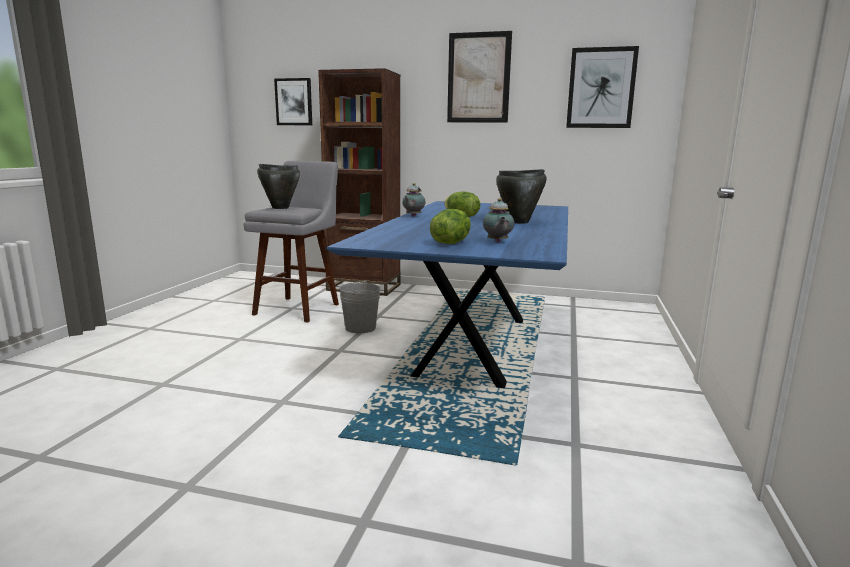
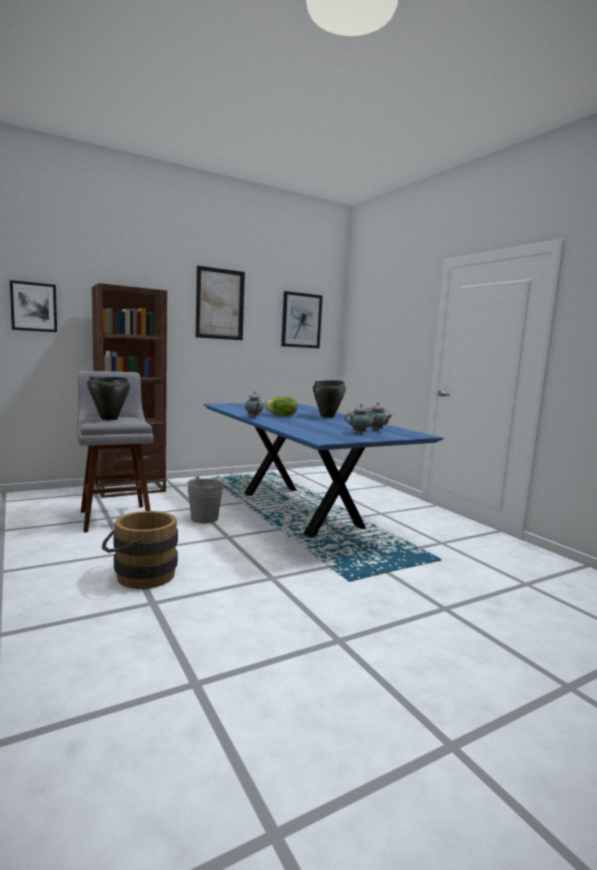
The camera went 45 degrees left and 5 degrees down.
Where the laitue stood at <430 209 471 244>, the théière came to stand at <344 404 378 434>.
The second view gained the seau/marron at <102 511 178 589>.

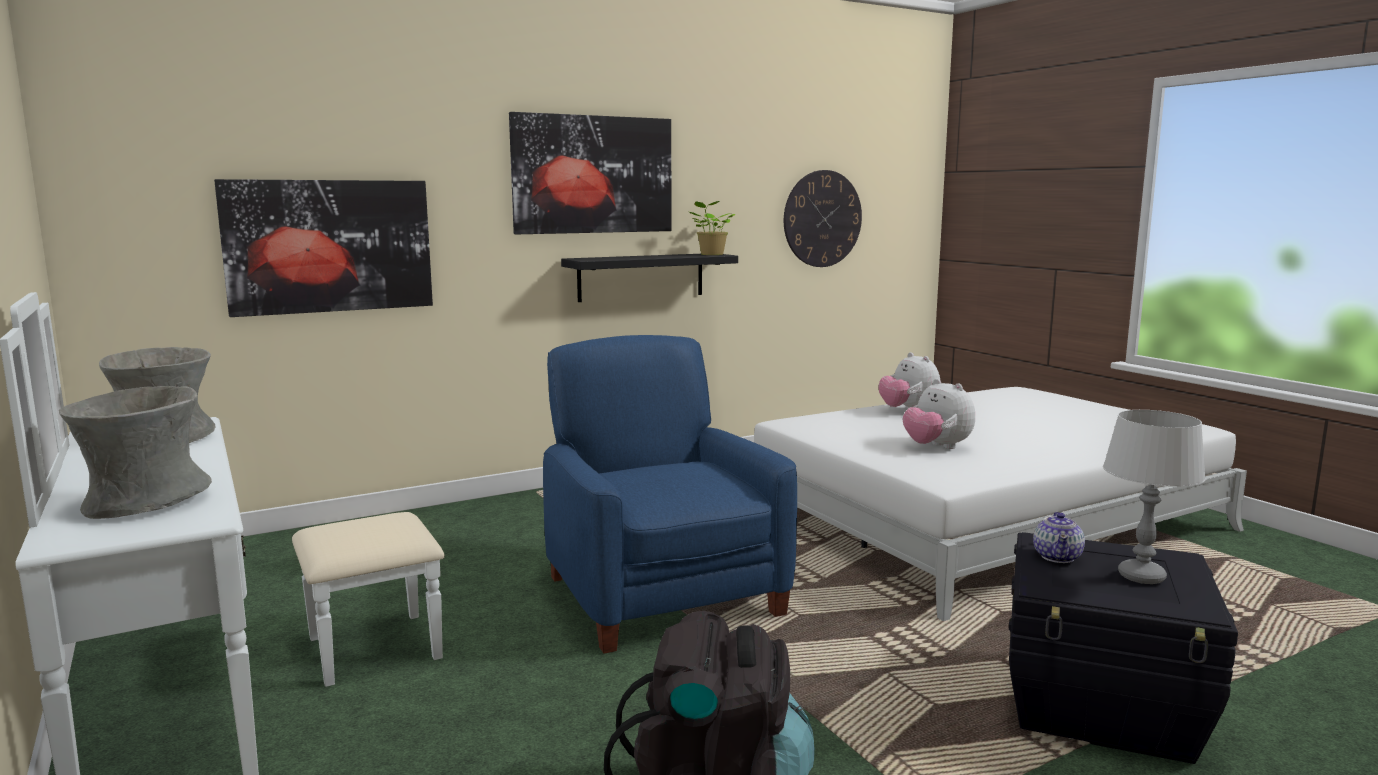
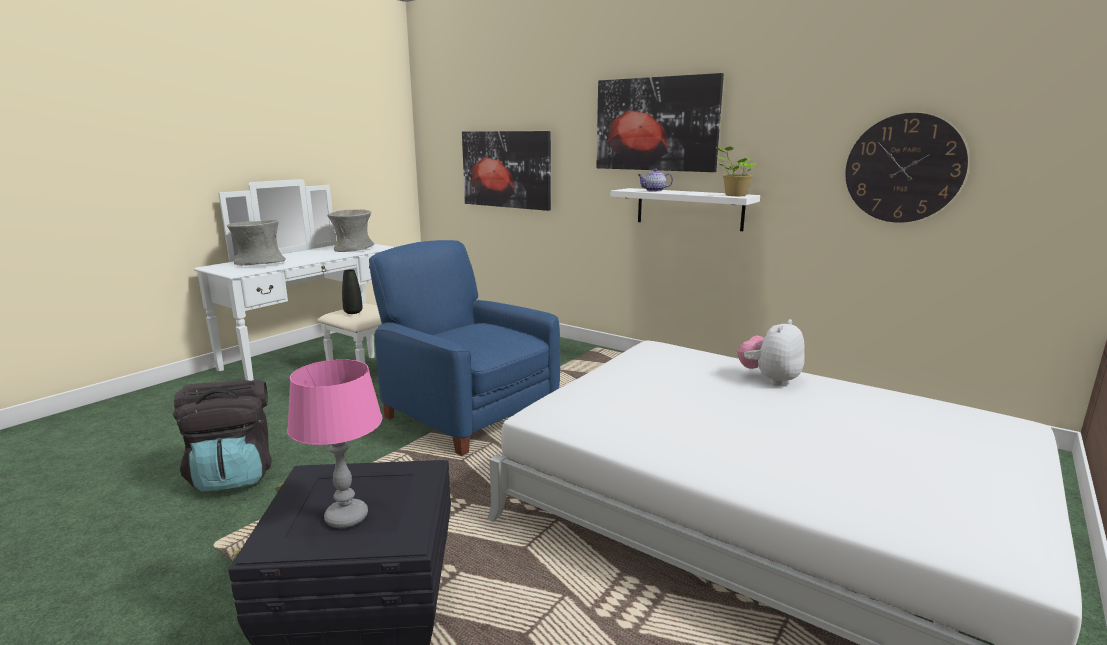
The camera went 65 degrees right and 5 degrees up.
What was the étagère/noir at <561 254 738 302> turned into the étagère/blanc at <611 188 760 231>.
The fauteuil/bleu at <543 335 797 654> ended up facing another way, 90 degrees counterclockwise from before.
The second view lost the peluche at <903 379 975 449>.
What was the lampe de table/gris at <1103 410 1206 584> turned into the lampe de table/rose at <287 359 382 528>.
The théière ended up elsewhere, having gone from <1033 512 1085 563> to <637 169 673 192>.
The second view gained the vase/noir at <342 269 363 314>.

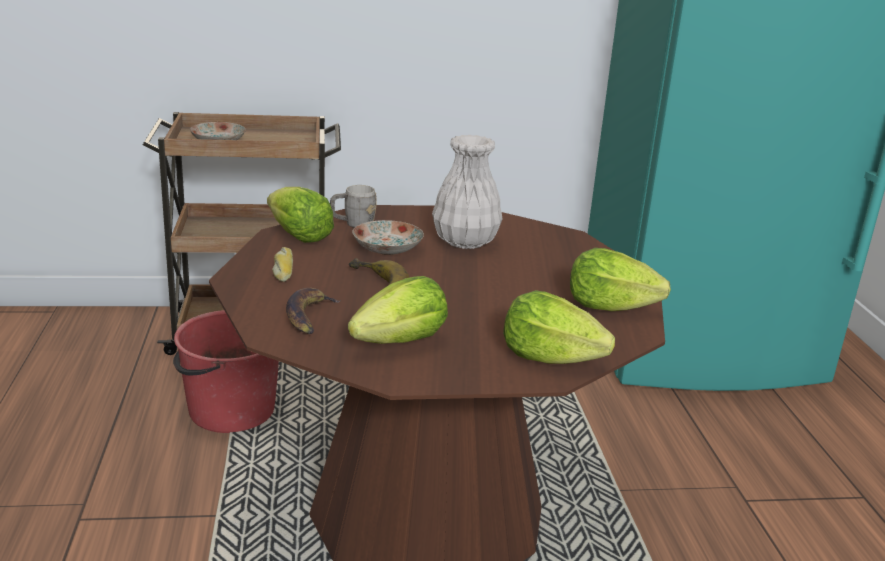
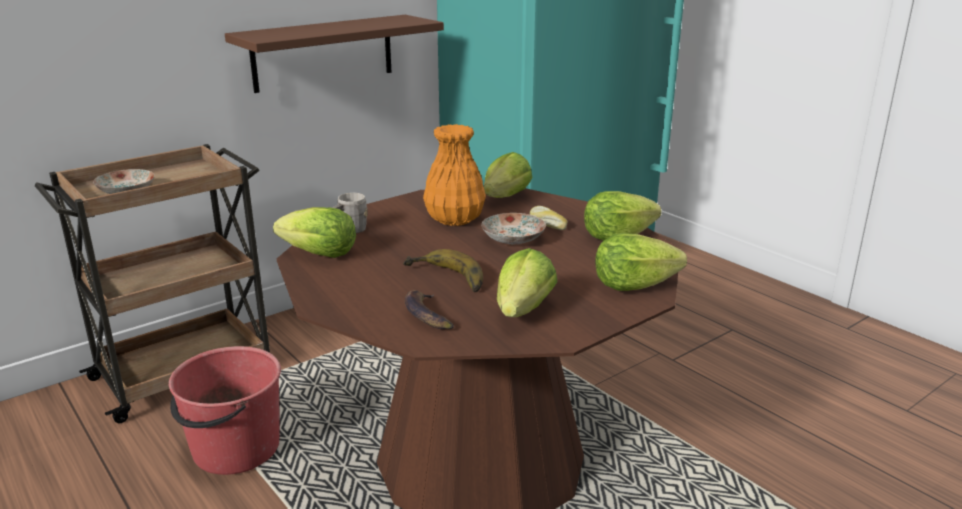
The camera went 30 degrees left and 0 degrees up.
What was the vase/blanc at <432 135 502 249> turned into the vase/orange at <423 124 486 226>.
The assiette ended up elsewhere, having gone from <352 220 424 255> to <481 213 546 245>.
The pain ended up elsewhere, having gone from <272 247 293 282> to <530 206 568 230>.
The second view gained the étagère/marron at <225 15 444 93>.
The second view gained the laitue at <483 152 532 198>.

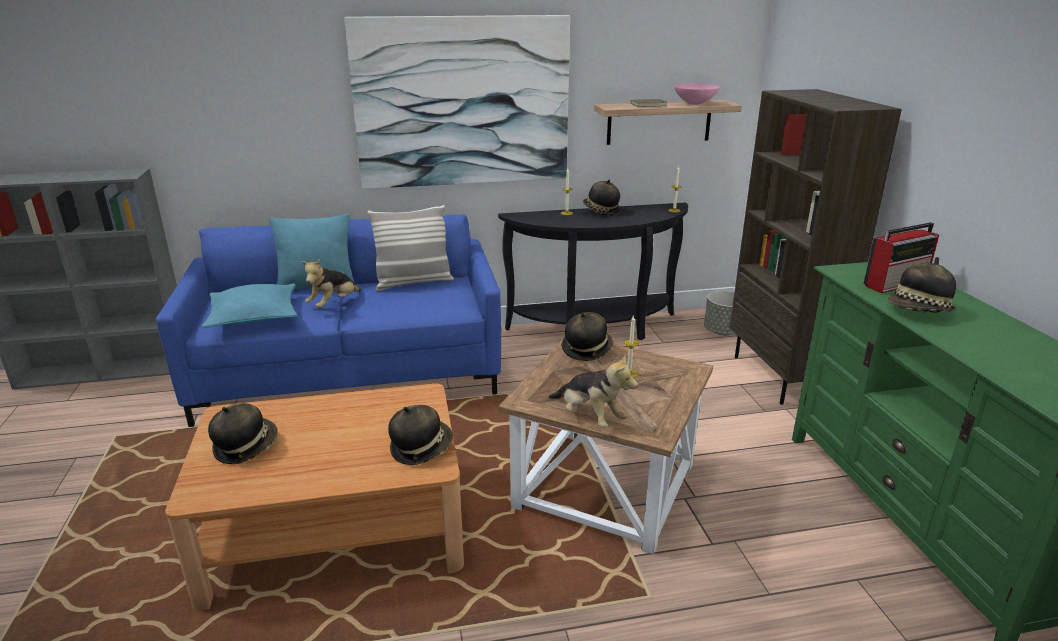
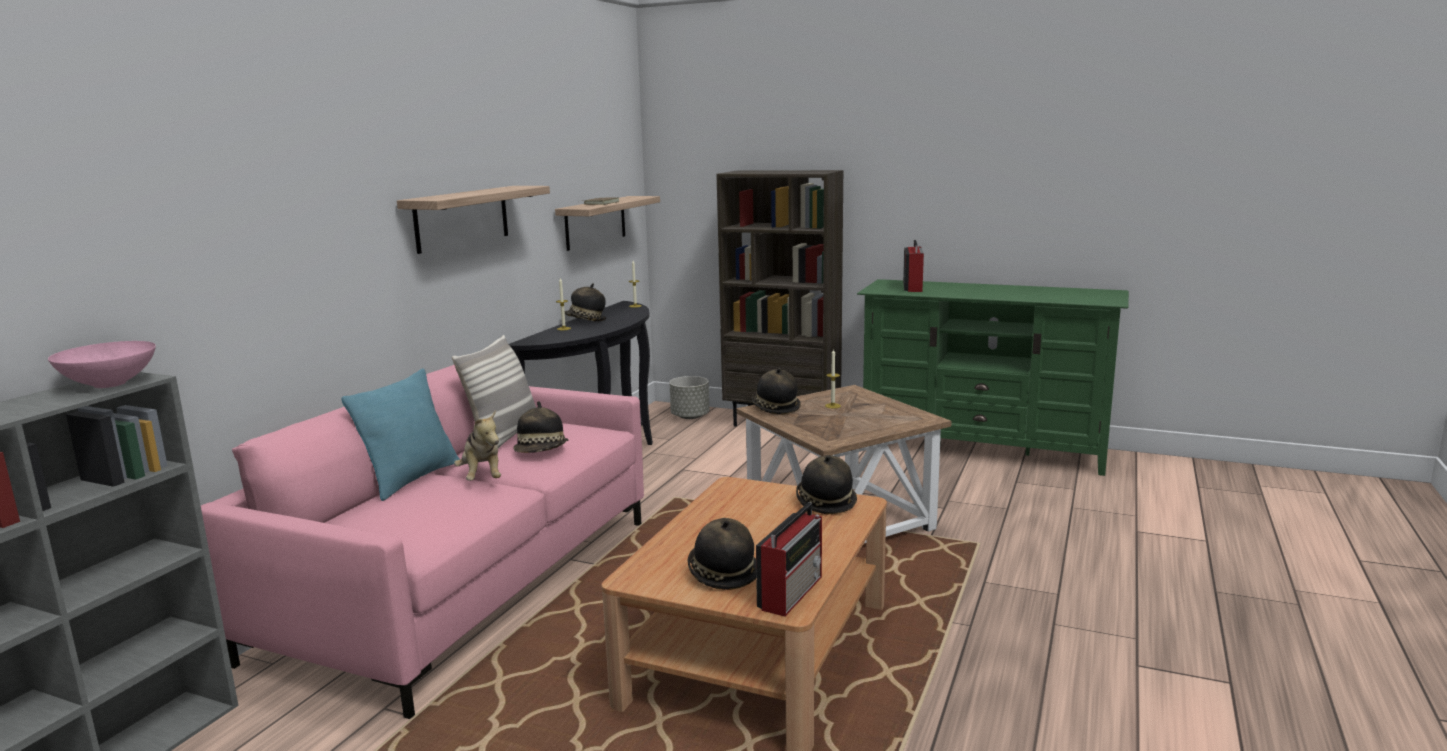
The camera went 55 degrees left and 10 degrees down.
Where the tableau hung at <344 15 570 189>, the étagère came to hang at <397 186 550 254>.
The bol/rose ended up elsewhere, having gone from <674 83 720 105> to <48 341 156 388>.
What was the canapé/bleu at <156 214 501 427> turned into the canapé/rose at <201 365 644 719>.
The chapeau ended up elsewhere, having gone from <888 257 956 313> to <513 401 568 453>.
The second view lost the coussin/turquoise at <202 283 298 328>.
The second view lost the peluche at <549 353 638 427>.
The second view gained the radio at <756 502 822 617>.

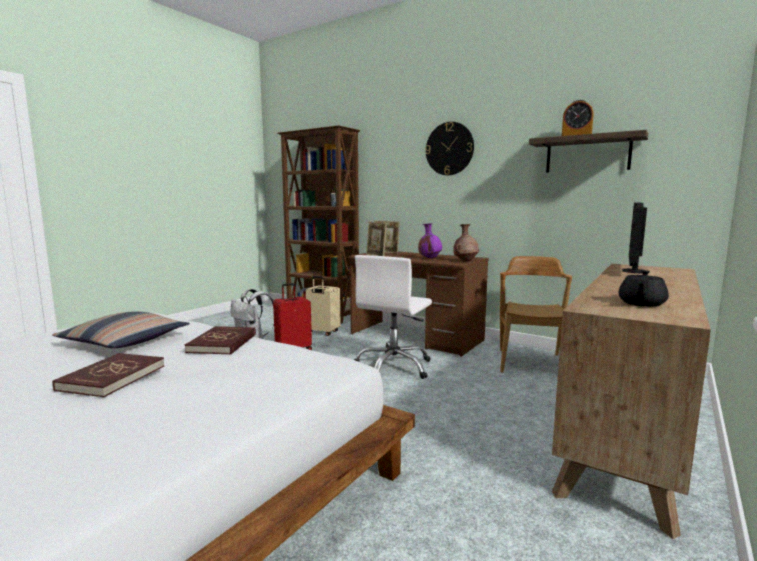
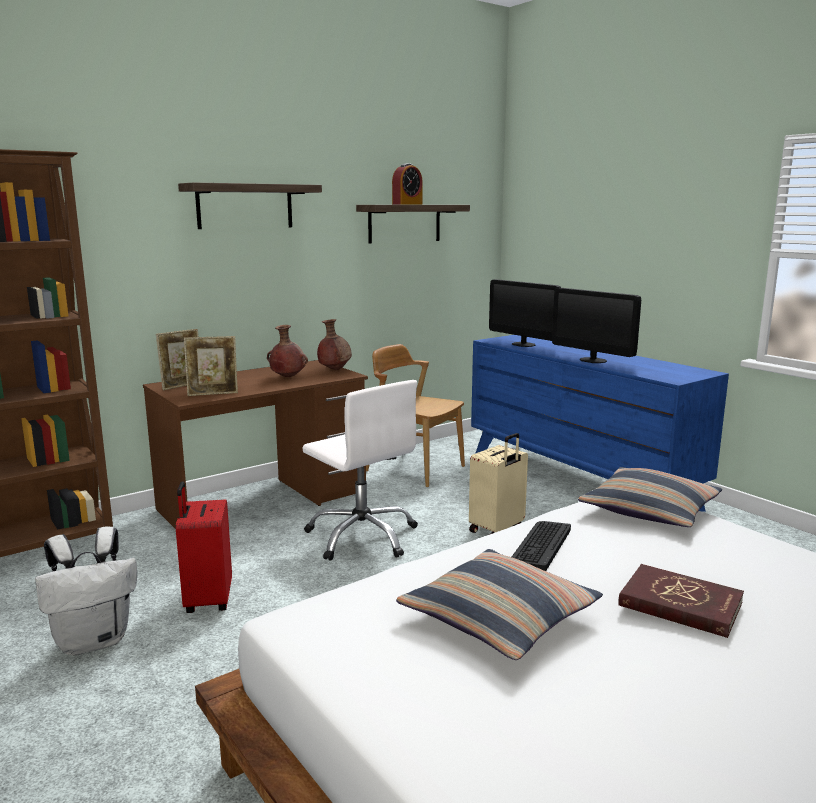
The camera went 70 degrees left and 5 degrees up.
Where the horloge murale hung at <425 122 474 175>, the étagère came to hang at <178 183 322 229>.
What was the vase/violet at <418 223 442 259> turned into the vase/marron at <267 325 308 377>.
What was the commode/marron at <552 264 711 539> turned into the commode/bleu at <471 335 729 512>.
The second view lost the théière/noir at <619 270 669 307>.
The valise/beige ended up elsewhere, having gone from <306 276 341 336> to <469 433 528 534>.
Where the livre/rouge stood at <185 326 256 355>, the clavier came to stand at <512 521 571 571>.
The second view gained the écran d'ordinateur at <552 288 641 363>.
The second view gained the coussin at <578 467 722 527>.

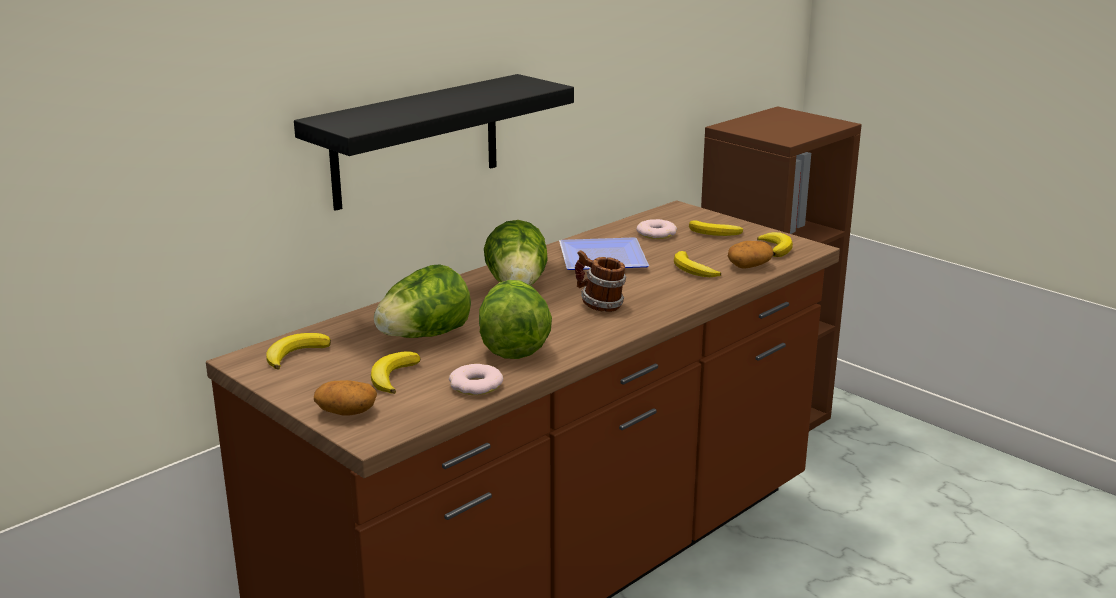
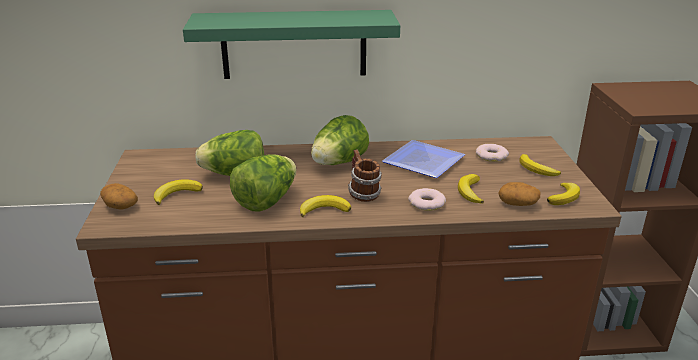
The camera went 40 degrees right and 5 degrees up.
What was the étagère/noir at <294 74 574 211> turned into the étagère/vert at <183 10 400 79>.
The banane ended up elsewhere, having gone from <266 333 331 370> to <300 195 351 217>.
The beignet ended up elsewhere, having gone from <449 364 503 395> to <408 188 446 211>.

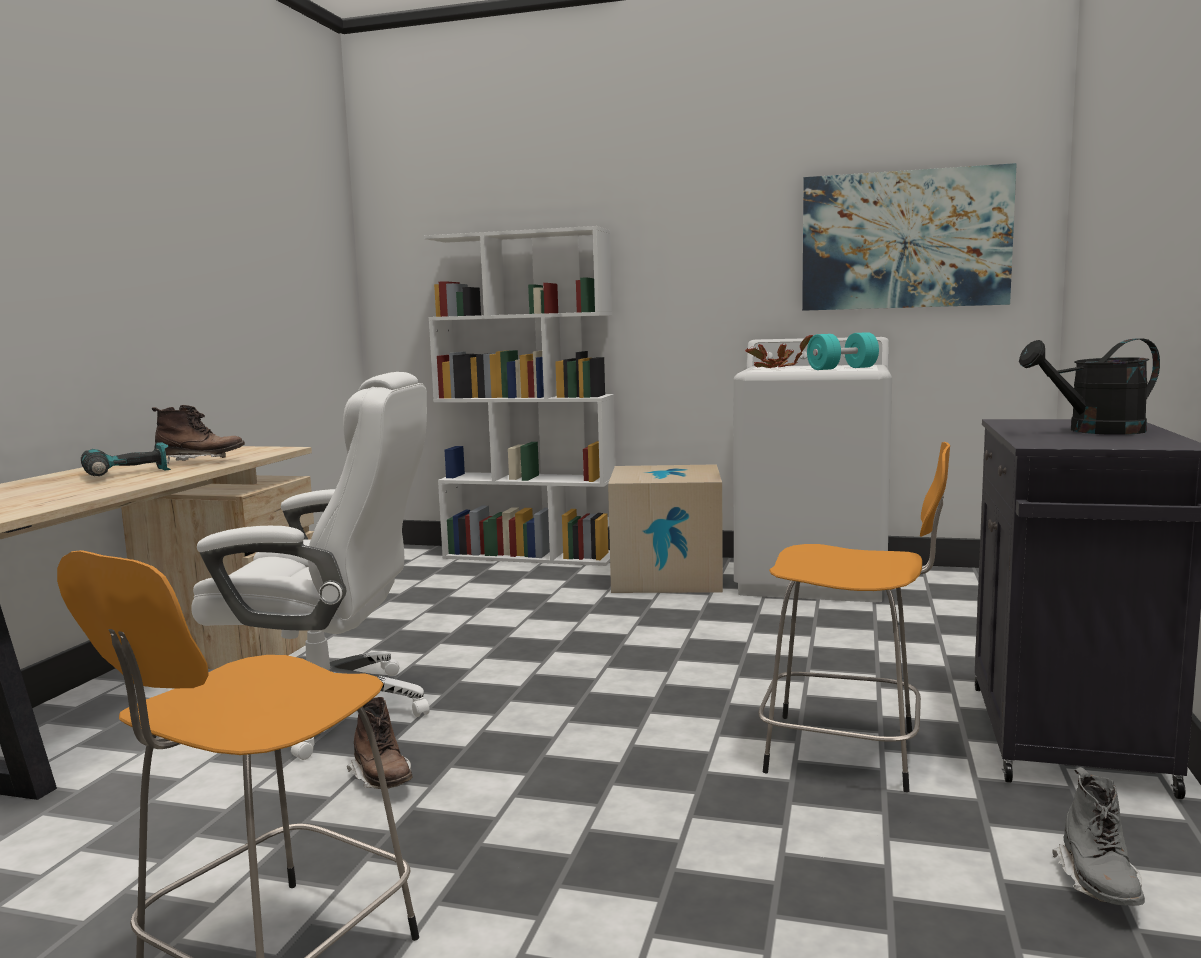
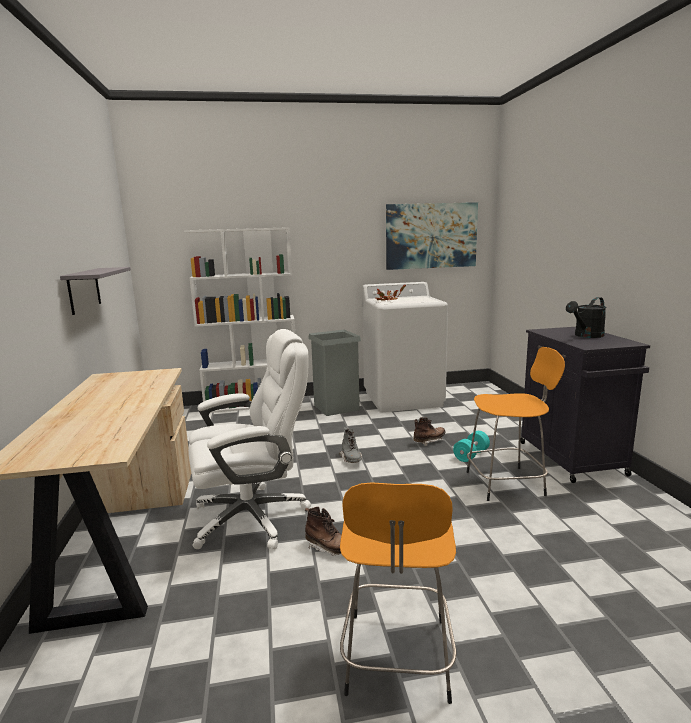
The camera went 25 degrees left and 5 degrees up.
The haltère/turquoise ended up elsewhere, having gone from <807 332 879 370> to <453 431 490 462>.
The botte/marron ended up elsewhere, having gone from <152 405 245 464> to <413 417 446 446>.
The second view lost the perceuse at <81 442 171 476>.
Where the carton stood at <608 464 723 593>, the poubelle/gris came to stand at <308 330 361 416>.
The botte/gris ended up elsewhere, having gone from <1052 767 1145 906> to <339 427 362 463>.
The second view gained the étagère/gris at <60 267 131 315>.

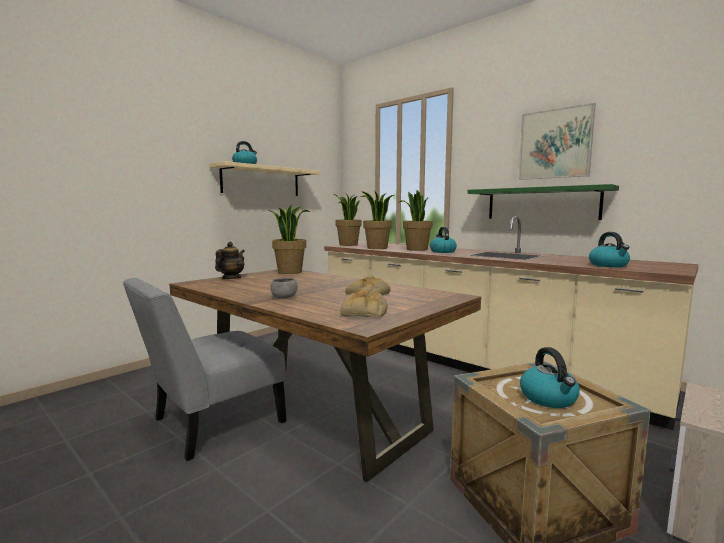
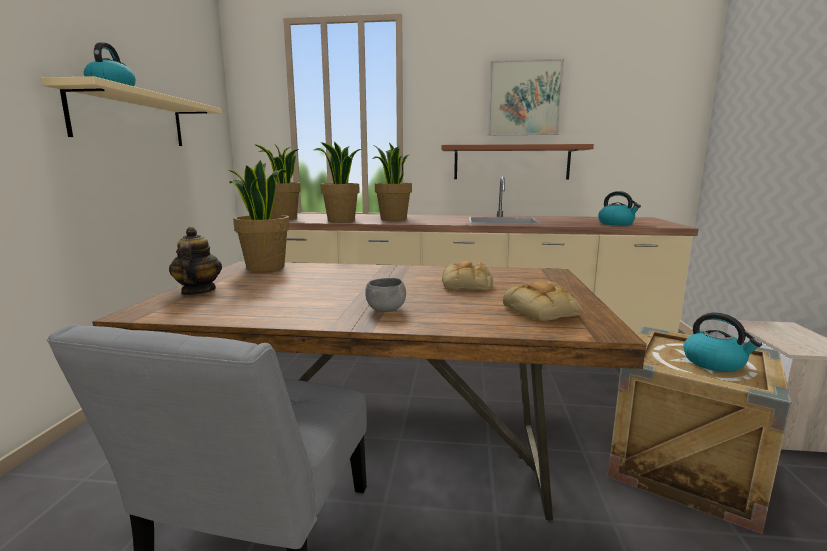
The camera went 35 degrees left and 5 degrees up.
What was the étagère/vert at <467 184 619 220> turned into the étagère/marron at <441 144 594 179>.
The second view lost the bouilloire at <430 227 457 253>.

